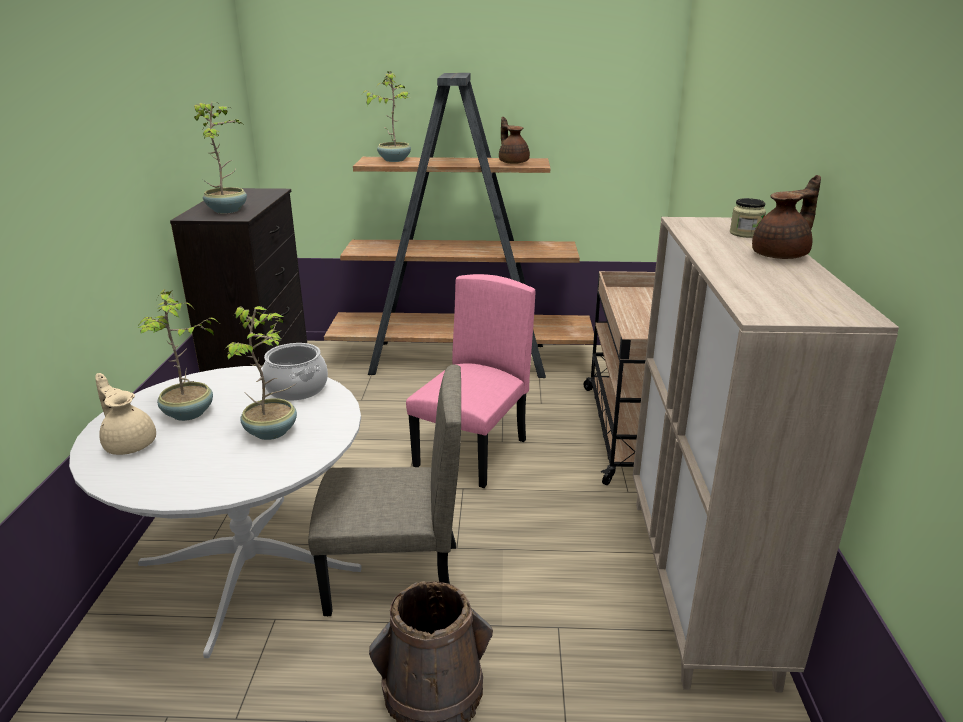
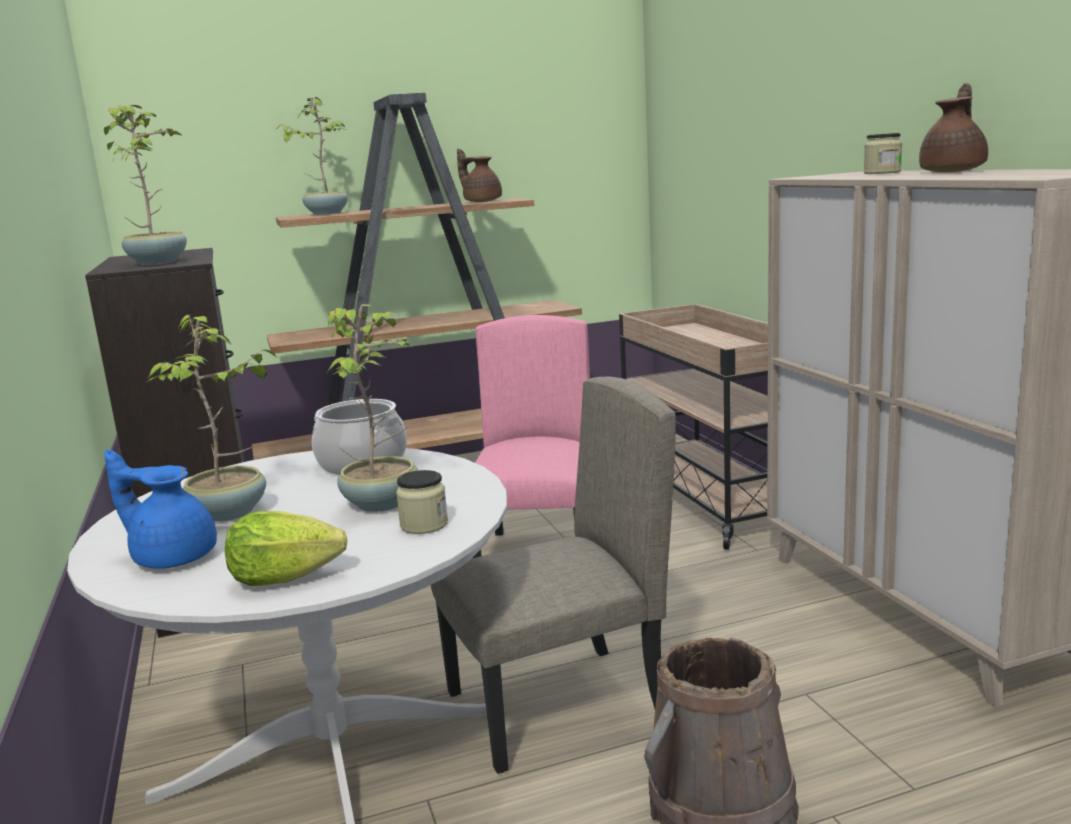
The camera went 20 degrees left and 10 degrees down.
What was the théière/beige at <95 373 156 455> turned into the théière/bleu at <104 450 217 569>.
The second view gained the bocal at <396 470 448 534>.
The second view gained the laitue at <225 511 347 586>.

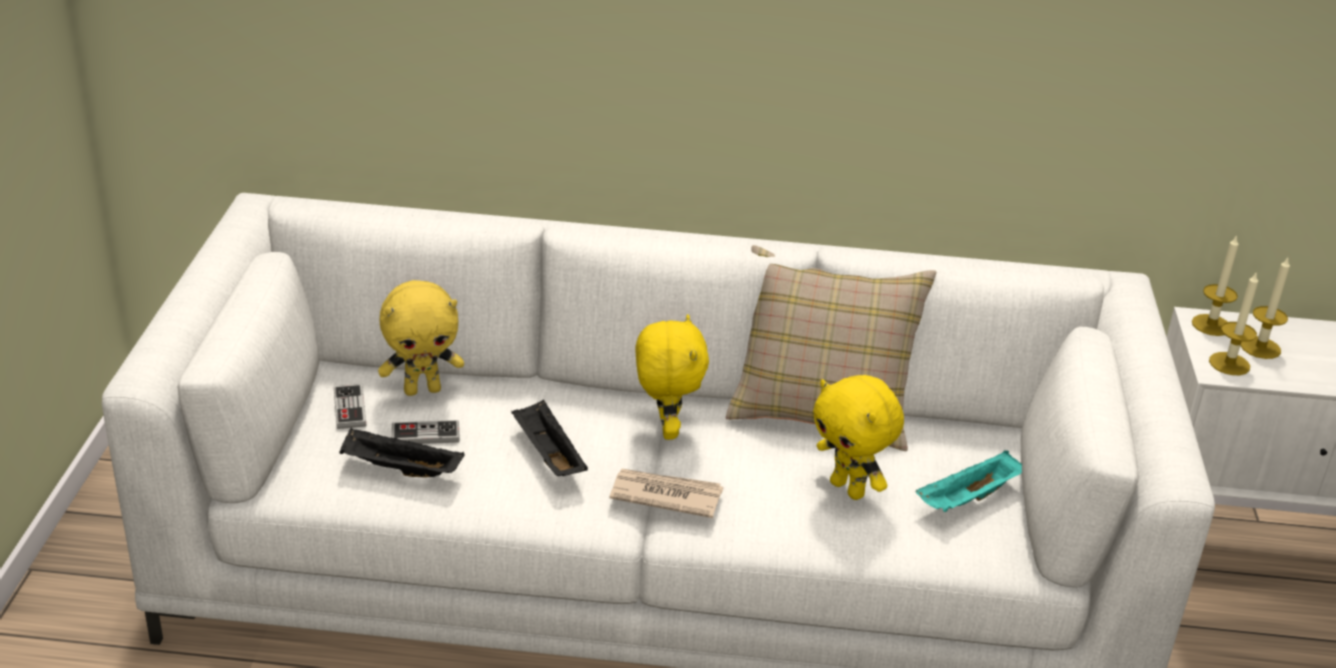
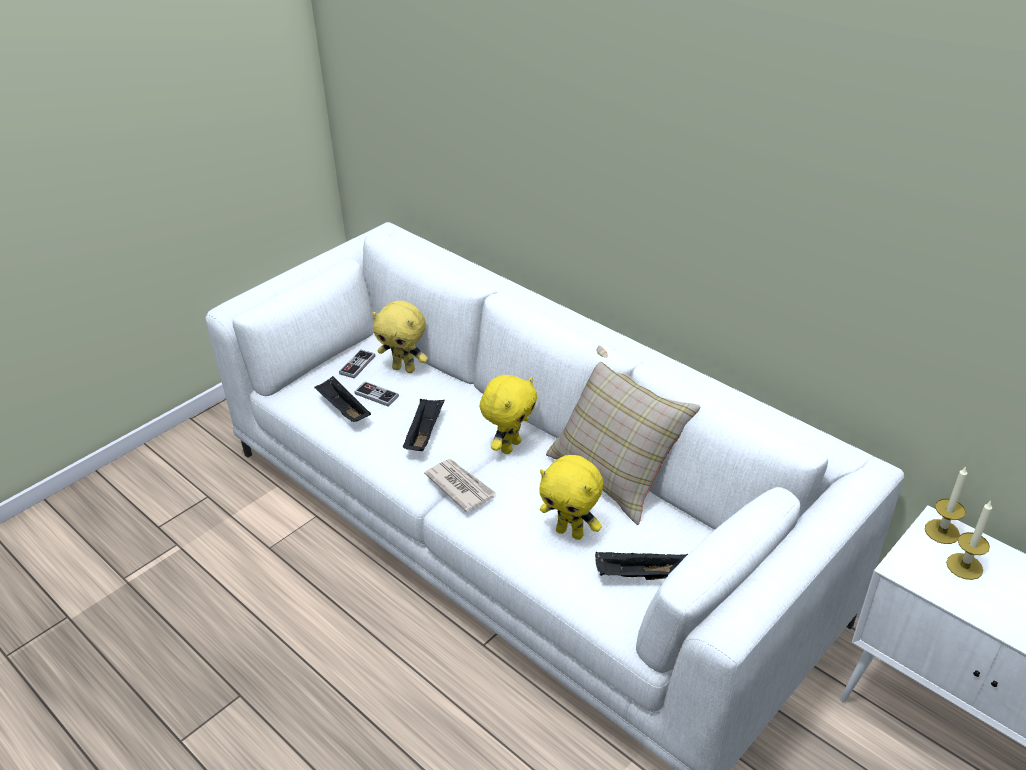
The camera went 40 degrees right and 5 degrees up.
The second view lost the bougie at <1209 271 1258 375>.
The peluche/jaune at <813 375 904 500> ended up facing another way, 60 degrees counterclockwise from before.
What was the plateau/turquoise at <916 450 1022 512> turned into the plateau/noir at <595 552 688 580>.

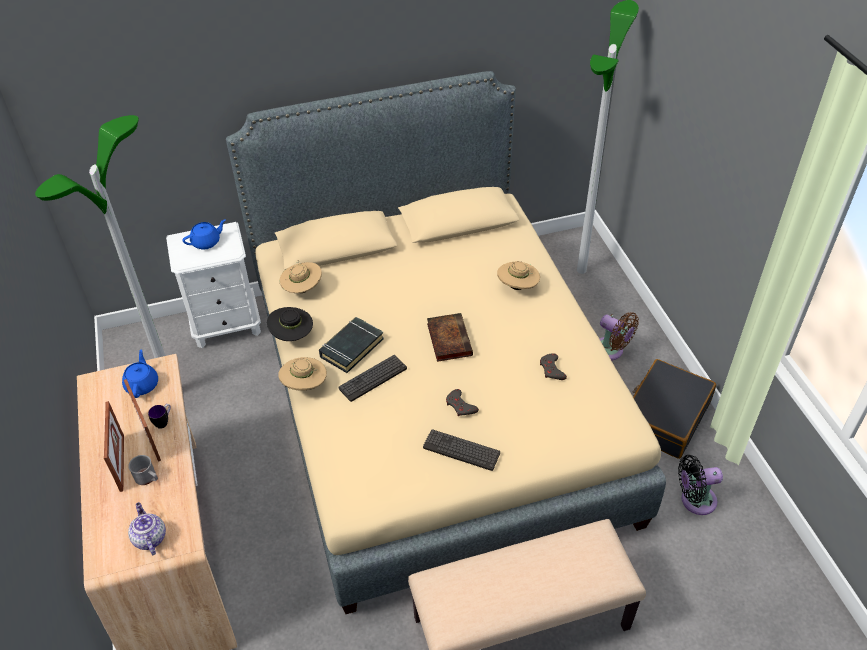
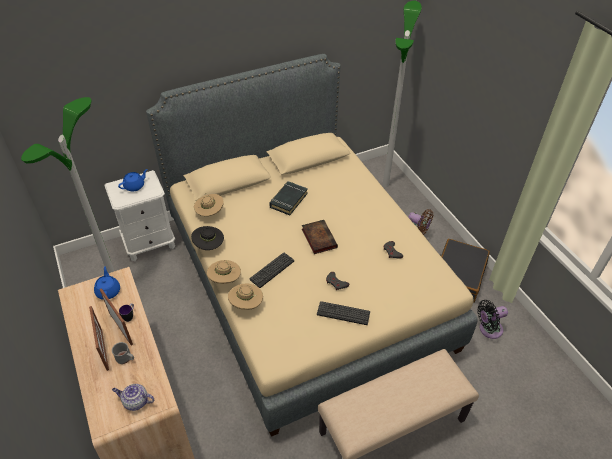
The camera went 10 degrees left and 0 degrees up.
The chapeau/beige ended up elsewhere, having gone from <497 261 540 290> to <228 284 263 310>.
The livre/noir ended up elsewhere, having gone from <319 317 384 373> to <269 181 308 216>.
The théière at <128 502 166 555> ended up facing another way, 45 degrees counterclockwise from before.

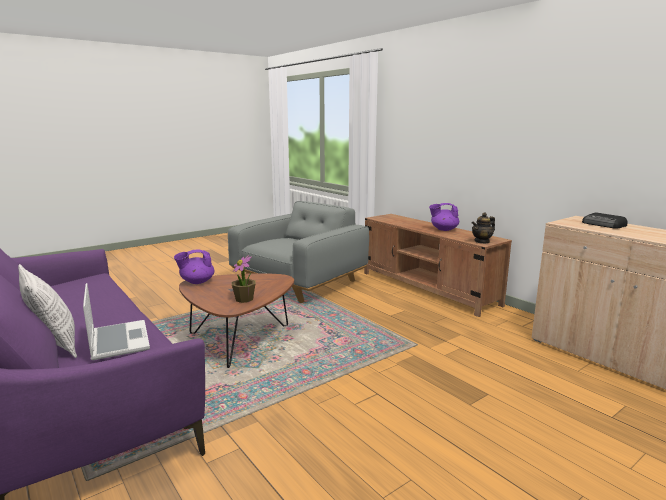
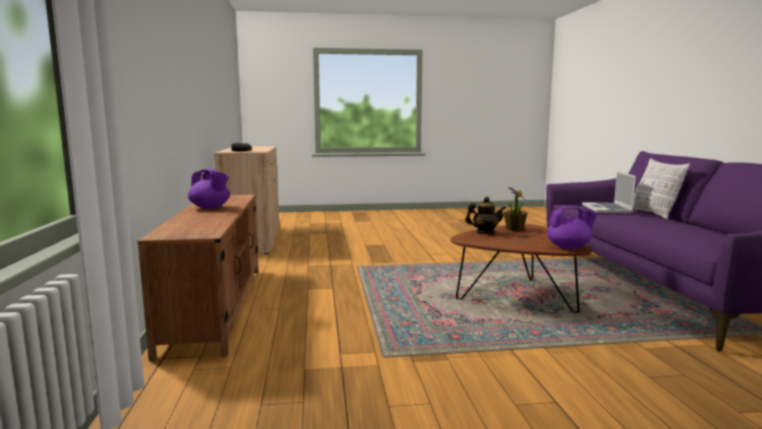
The camera went 150 degrees left and 5 degrees down.
The second view lost the fauteuil/gris at <228 201 369 303>.
The théière ended up elsewhere, having gone from <472 212 495 244> to <465 197 506 234>.

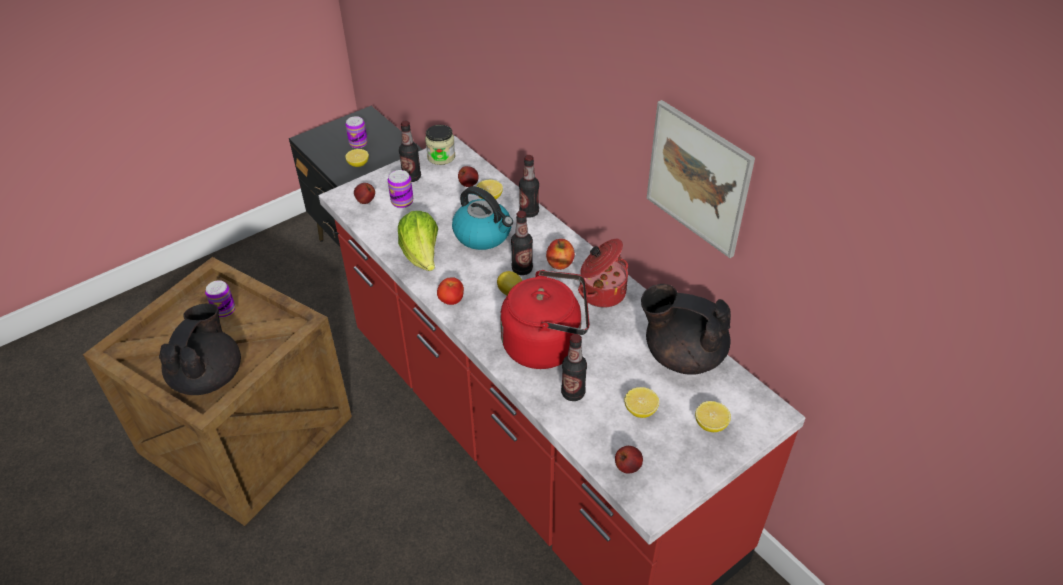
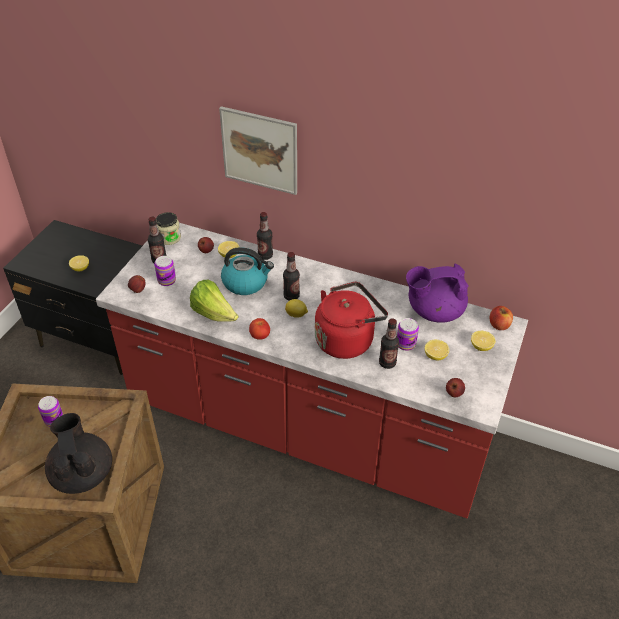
The camera went 30 degrees left and 0 degrees up.
The tableau ended up elsewhere, having gone from <647 100 755 258> to <219 106 297 195>.
The boîte métallique ended up elsewhere, having gone from <345 116 368 148> to <397 318 419 351>.
The pomme ended up elsewhere, having gone from <546 239 575 270> to <490 306 513 330>.
The second view lost the marmite at <578 239 628 308>.
What was the théière/noir at <641 284 731 375> turned into the théière/violet at <406 264 469 323>.

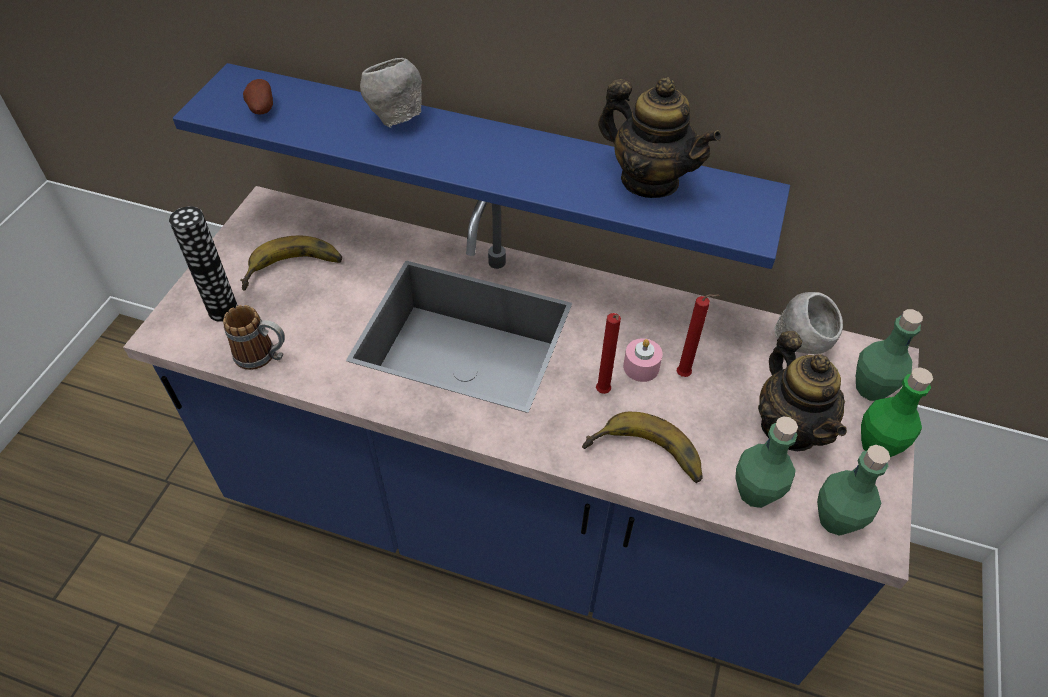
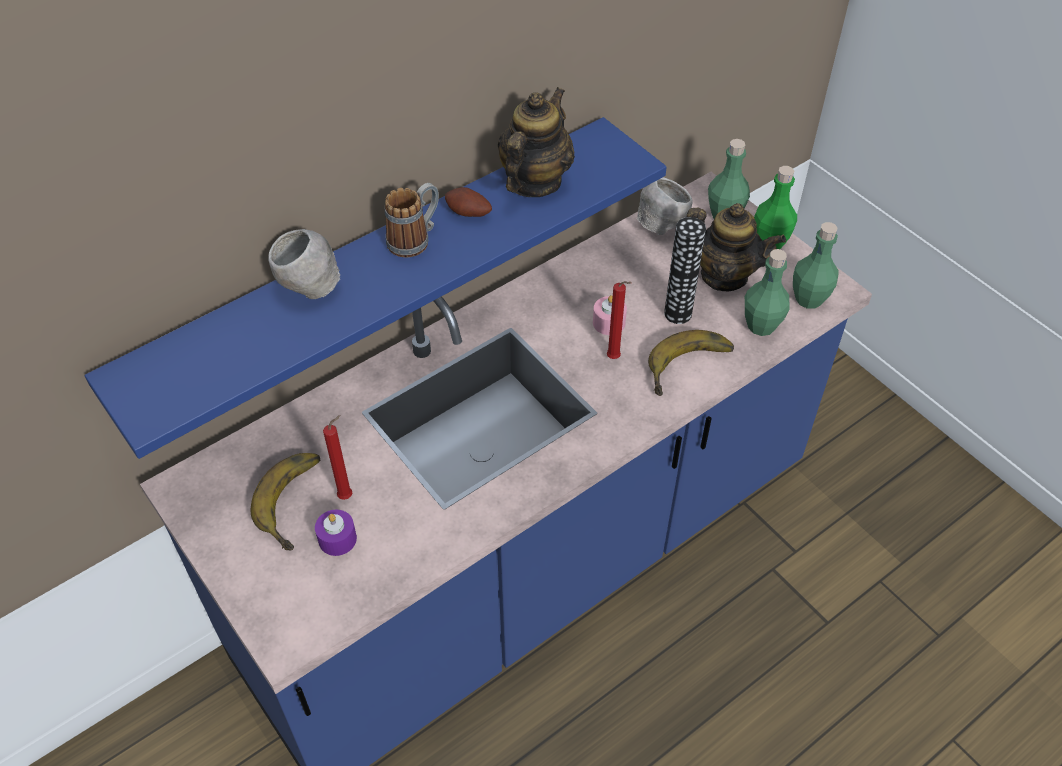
The camera went 55 degrees left and 0 degrees up.
The théière at <598 77 721 198> ended up facing another way, 45 degrees counterclockwise from before.
The pomme de terre ended up elsewhere, having gone from <243 79 273 115> to <445 187 492 217>.
The vase ended up elsewhere, having gone from <169 206 238 322> to <664 217 706 324>.
The bougie/rouge ended up elsewhere, having gone from <677 294 720 377> to <323 415 352 500>.
The mug ended up elsewhere, having gone from <223 305 285 370> to <385 183 439 258>.
The second view gained the bougie/violet at <315 510 357 556>.

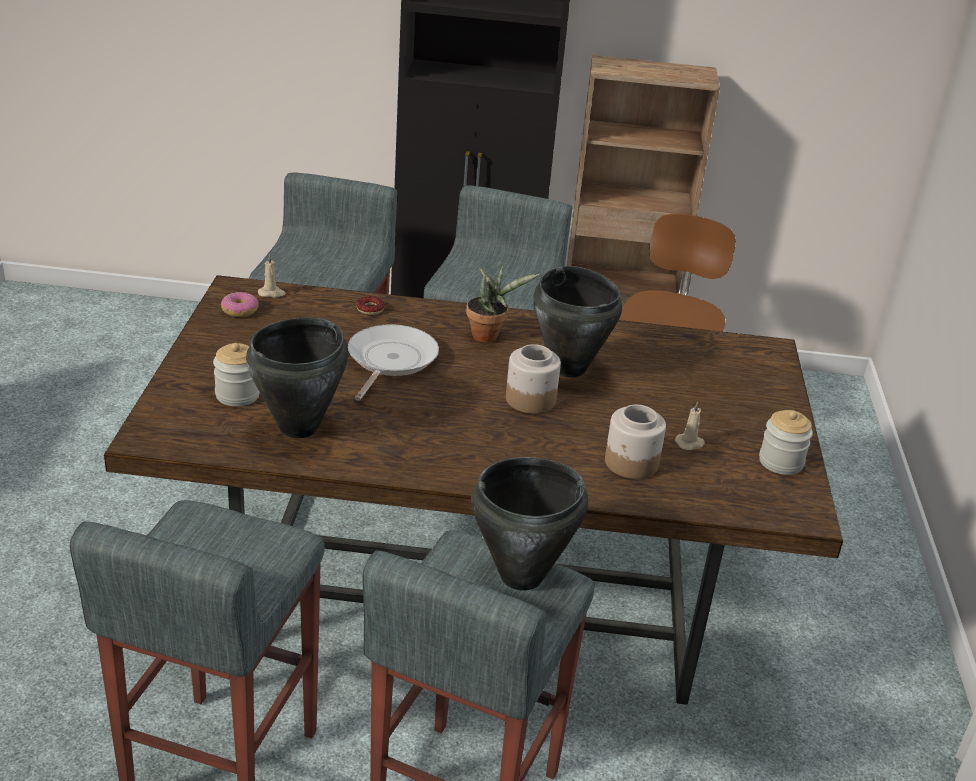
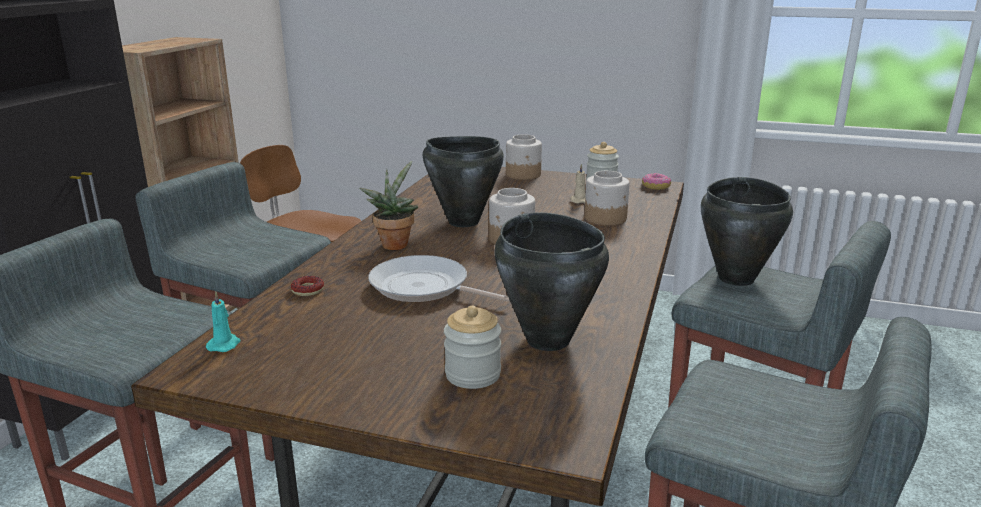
The camera went 75 degrees left and 10 degrees down.
What was the bougie/beige at <258 254 286 298> turned into the bougie/turquoise at <206 291 240 352>.
The beignet ended up elsewhere, having gone from <221 292 259 317> to <642 173 671 190>.
The second view gained the bocal at <506 134 542 180>.

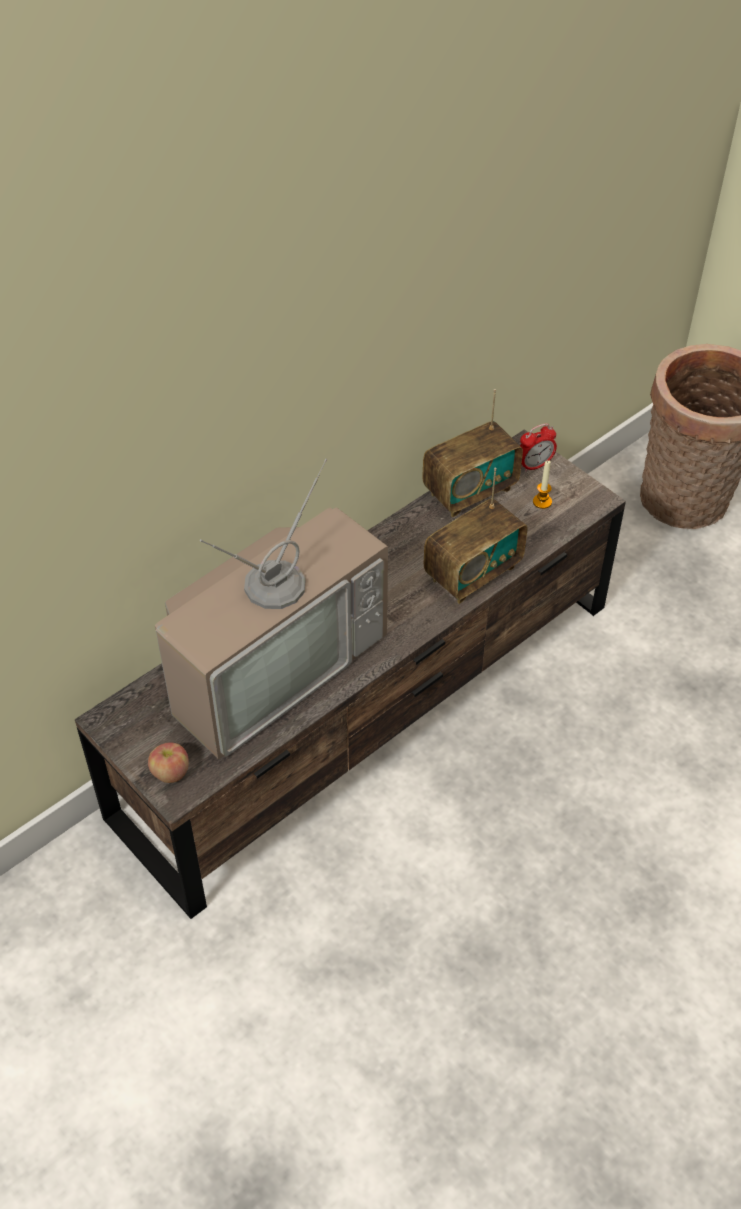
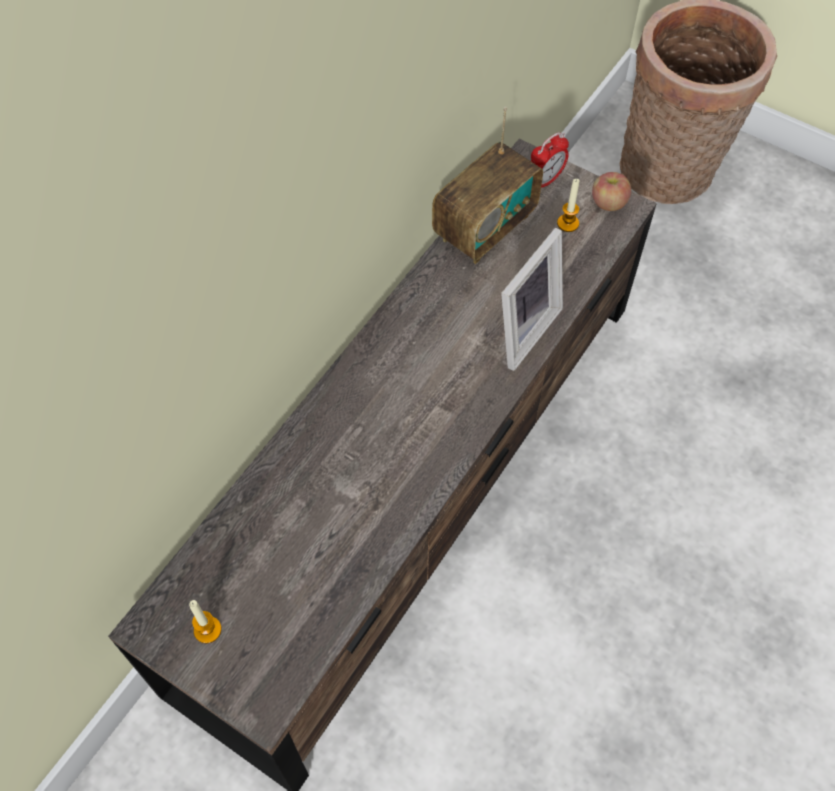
The camera went 15 degrees left and 10 degrees up.
The second view lost the téléviseur at <155 458 388 759>.
Where the radio stood at <424 468 527 604>, the cadre photo came to stand at <501 228 563 371>.
The pomme ended up elsewhere, having gone from <148 742 189 783> to <592 172 631 211>.
The second view gained the bougie at <189 600 222 644>.

